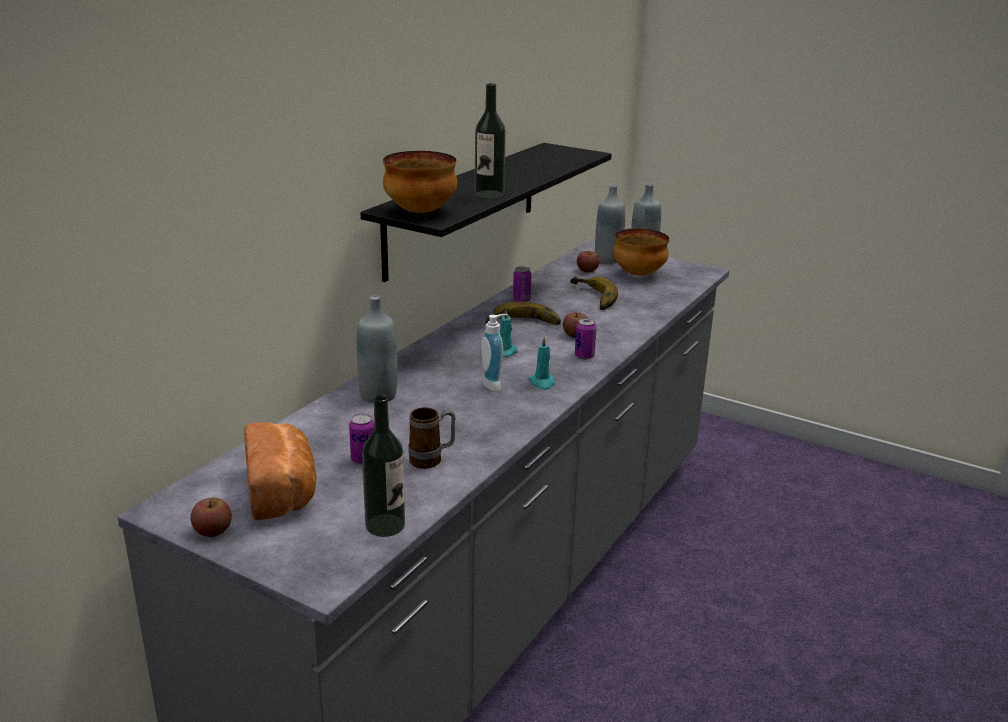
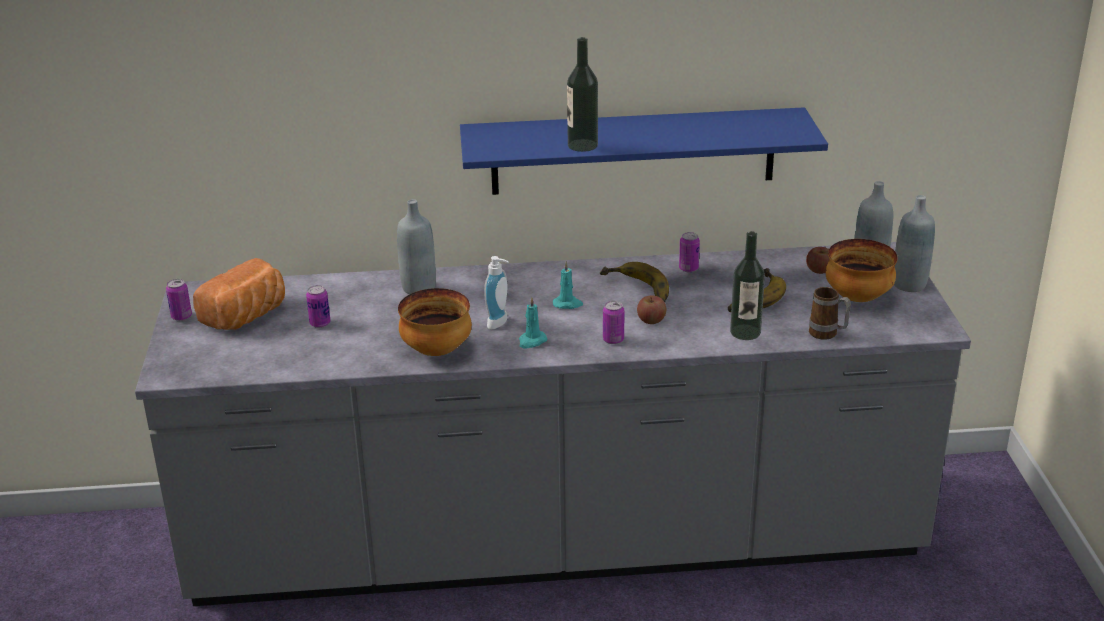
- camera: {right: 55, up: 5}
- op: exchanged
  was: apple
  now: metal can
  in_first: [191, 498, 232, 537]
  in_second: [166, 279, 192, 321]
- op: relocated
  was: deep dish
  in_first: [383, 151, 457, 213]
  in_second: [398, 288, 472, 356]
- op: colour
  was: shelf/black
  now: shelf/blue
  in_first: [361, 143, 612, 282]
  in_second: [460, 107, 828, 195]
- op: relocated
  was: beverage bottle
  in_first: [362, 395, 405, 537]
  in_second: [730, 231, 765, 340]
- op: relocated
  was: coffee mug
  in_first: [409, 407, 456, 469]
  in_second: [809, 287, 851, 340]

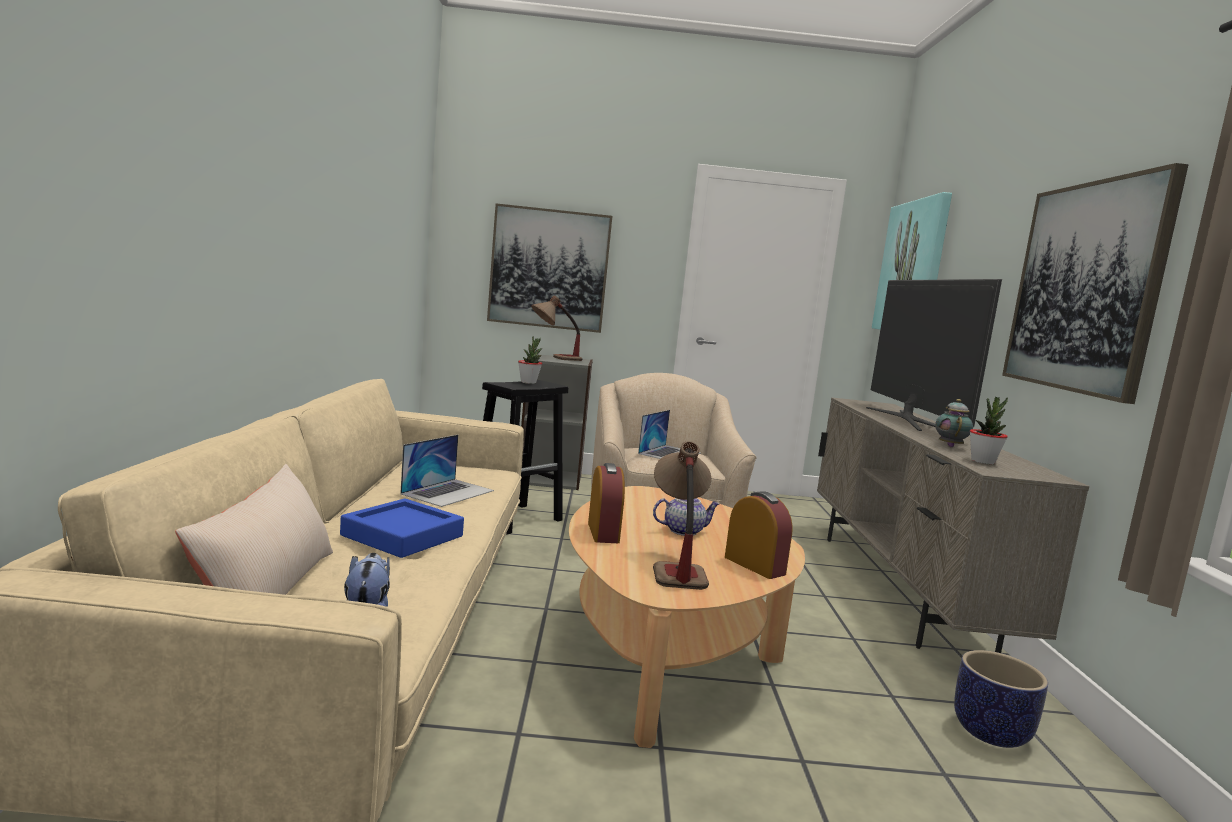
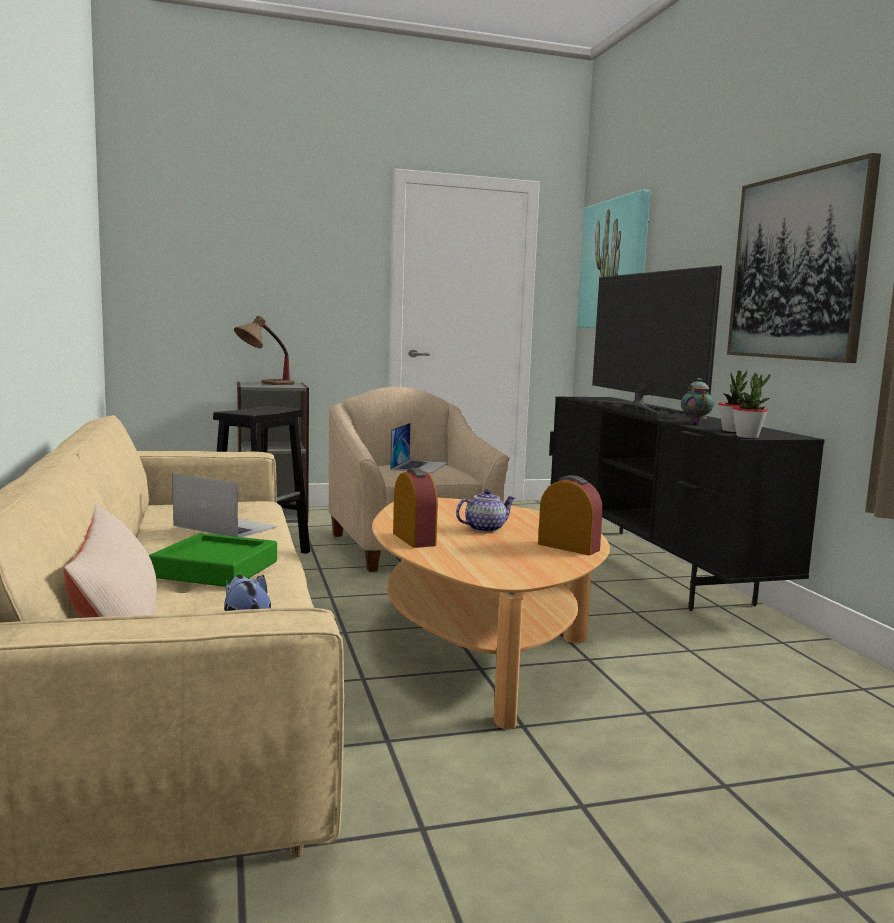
- camera: {right: -15, up: 0}
- op: colour
  was: carrying tray/blue
  now: carrying tray/green
  in_first: [340, 499, 464, 558]
  in_second: [149, 533, 277, 587]
- op: spun
  was: portable computer
  in_first: [400, 435, 494, 507]
  in_second: [172, 473, 277, 537]
  clockwise: -75
- op: colour
  was: tv unit/beige
  now: tv unit/black
  in_first: [817, 398, 1089, 653]
  in_second: [549, 397, 825, 611]
- op: relocated
  was: plant in a pot
  in_first: [518, 336, 542, 384]
  in_second: [733, 373, 771, 438]
- op: missing
  was: wall picture
  in_first: [487, 203, 612, 333]
- op: missing
  was: lamp for a table
  in_first: [653, 441, 711, 590]
- op: missing
  was: plant pot
  in_first: [954, 650, 1048, 748]

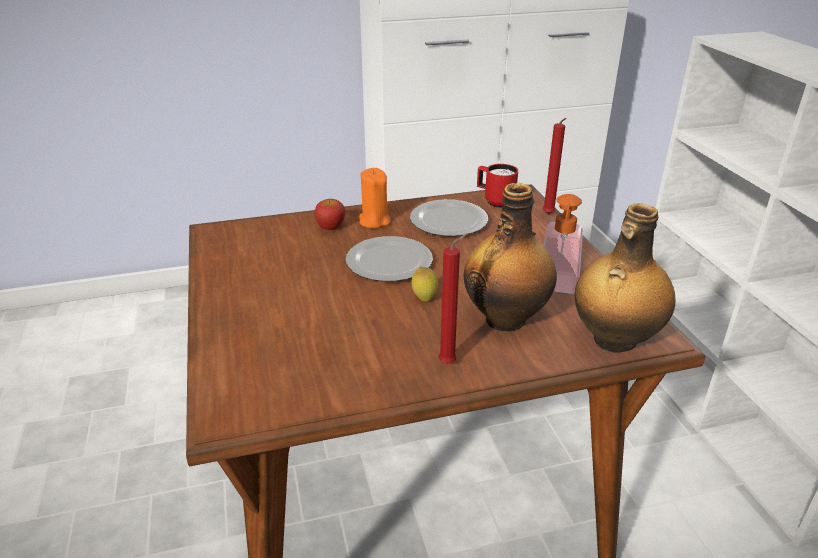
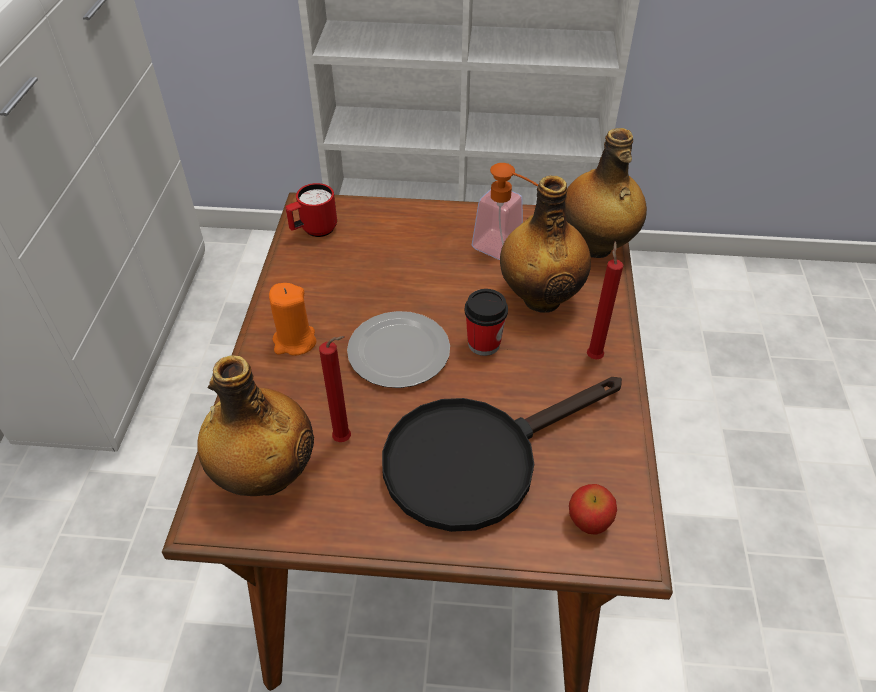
- camera: {right: -70, up: 15}
- op: appeared
  now: beverage bottle
  in_second: [197, 355, 314, 496]
- op: relocated
  was: wax light/red
  in_first: [543, 118, 567, 215]
  in_second: [319, 336, 351, 442]
- op: appeared
  now: skillet/black
  in_second: [382, 377, 622, 532]
- op: exchanged
  was: citrus fruit
  now: cup
  in_first: [412, 267, 438, 302]
  in_second: [464, 289, 508, 356]
- op: relocated
  was: apple
  in_first: [314, 199, 345, 230]
  in_second: [569, 484, 617, 535]
- op: missing
  was: flat dish
  in_first: [410, 199, 488, 236]

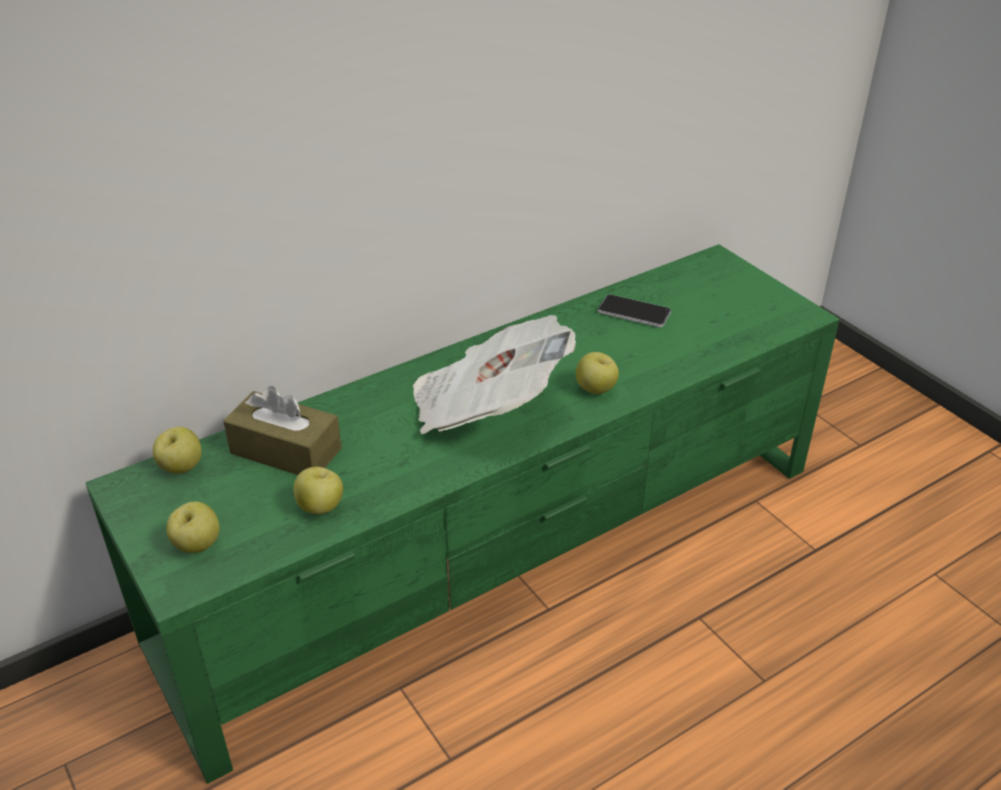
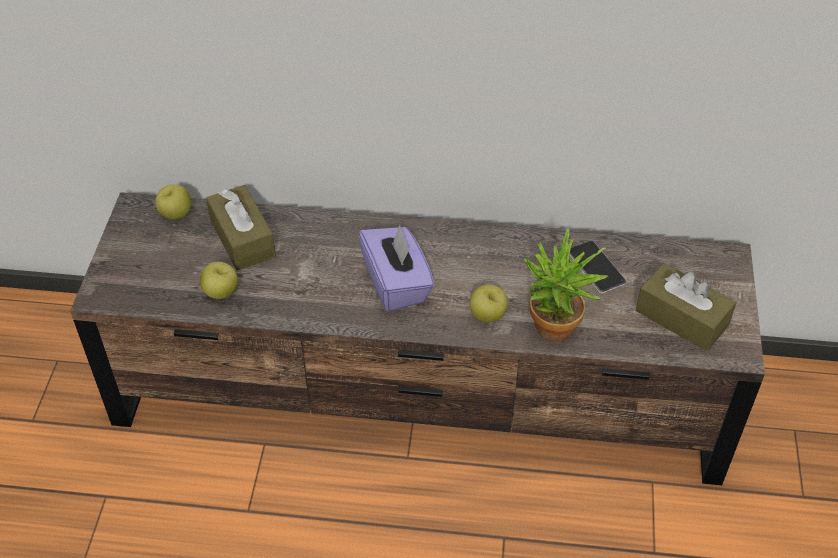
- camera: {right: 40, up: 10}
- op: colour
  was: tv unit/green
  now: tv unit/brownish
  in_first: [85, 244, 840, 784]
  in_second: [70, 192, 765, 485]
- op: exchanged
  was: newspaper
  now: tissue holder/purplish
  in_first: [413, 315, 576, 434]
  in_second: [358, 225, 434, 312]
- op: appeared
  now: plant in a pot
  in_second: [524, 228, 608, 342]
- op: appeared
  now: tissue holder/brownish
  in_second: [636, 263, 736, 351]
- op: missing
  was: apple
  in_first: [166, 502, 220, 553]

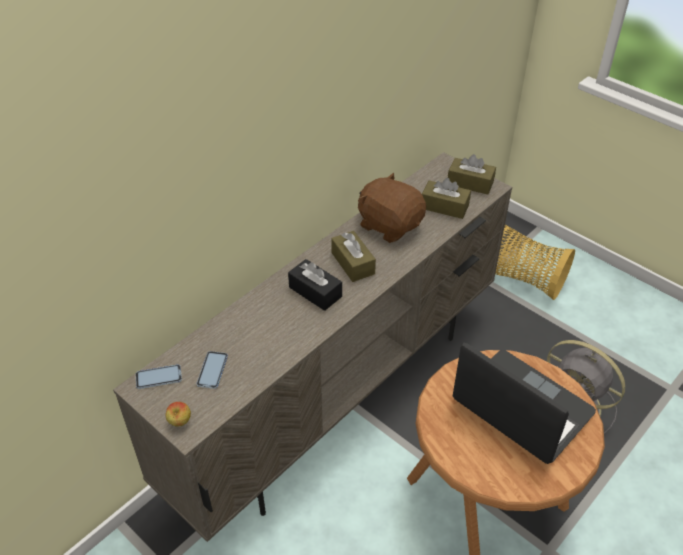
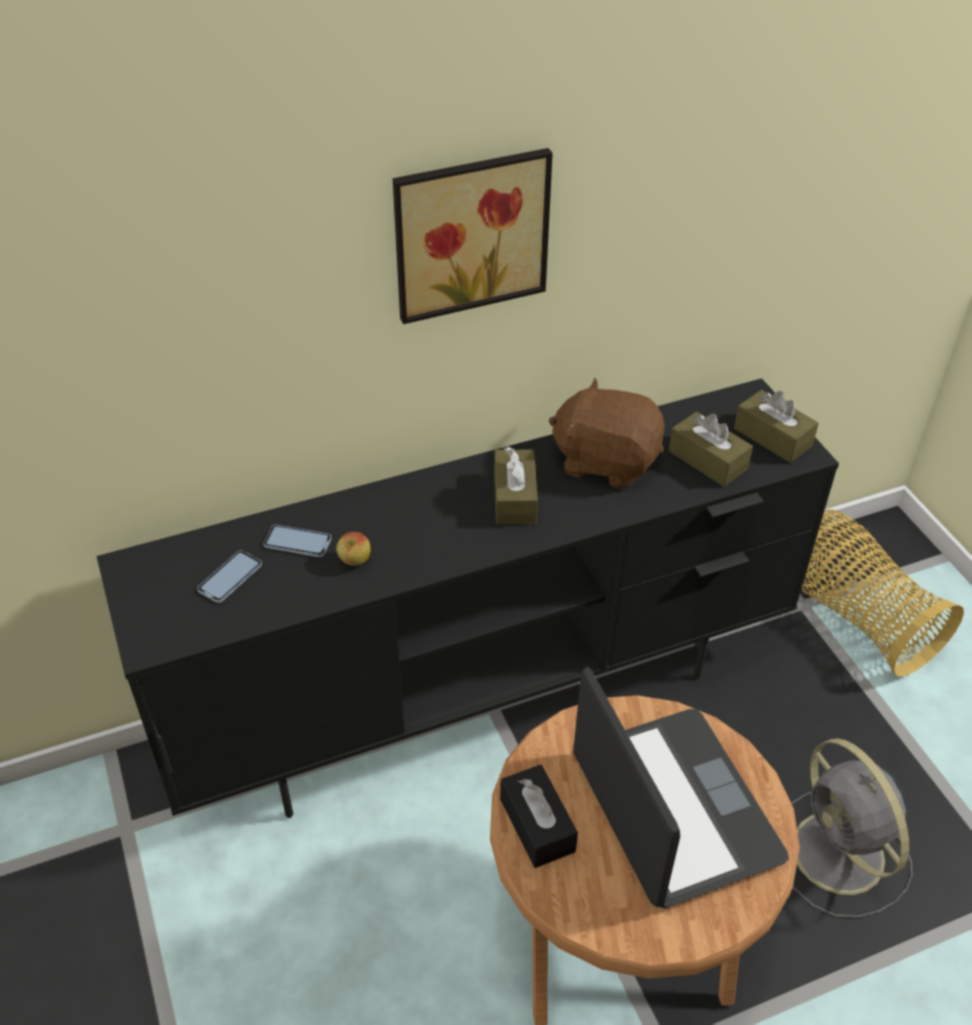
- camera: {right: 25, up: 0}
- op: colour
  was: tv unit/beige
  now: tv unit/black
  in_first: [113, 152, 512, 542]
  in_second: [97, 378, 839, 818]
- op: relocated
  was: phone
  in_first: [136, 364, 182, 389]
  in_second: [263, 525, 332, 557]
- op: relocated
  was: apple
  in_first: [166, 402, 191, 427]
  in_second: [336, 532, 371, 566]
- op: appeared
  now: wall picture
  in_second: [393, 148, 553, 324]
- op: relocated
  was: tissue holder/black
  in_first: [288, 259, 342, 311]
  in_second: [500, 765, 578, 868]
- op: spun
  was: soft toy/brownish
  in_first: [358, 172, 426, 243]
  in_second: [549, 378, 665, 489]
  clockwise: -45

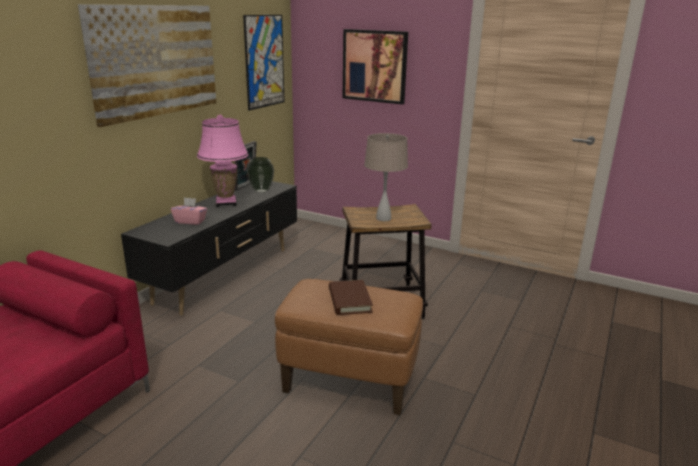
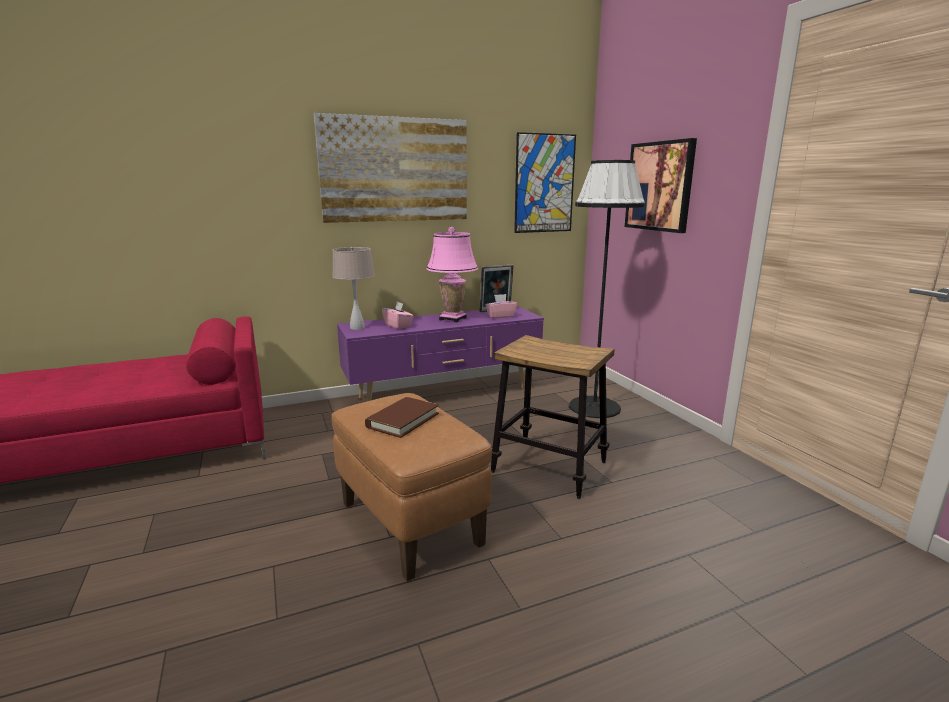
- camera: {right: 40, up: -5}
- op: relocated
  was: lamp for a table/beige
  in_first: [364, 133, 408, 221]
  in_second: [332, 247, 375, 330]
- op: colour
  was: tv unit/black
  now: tv unit/purplish
  in_first: [121, 181, 297, 316]
  in_second: [337, 306, 544, 402]
- op: exchanged
  was: decorative vase
  now: tissue holder/pink
  in_first: [247, 157, 274, 193]
  in_second: [485, 294, 517, 319]
- op: appeared
  now: floor lamp/black
  in_second: [568, 160, 645, 418]

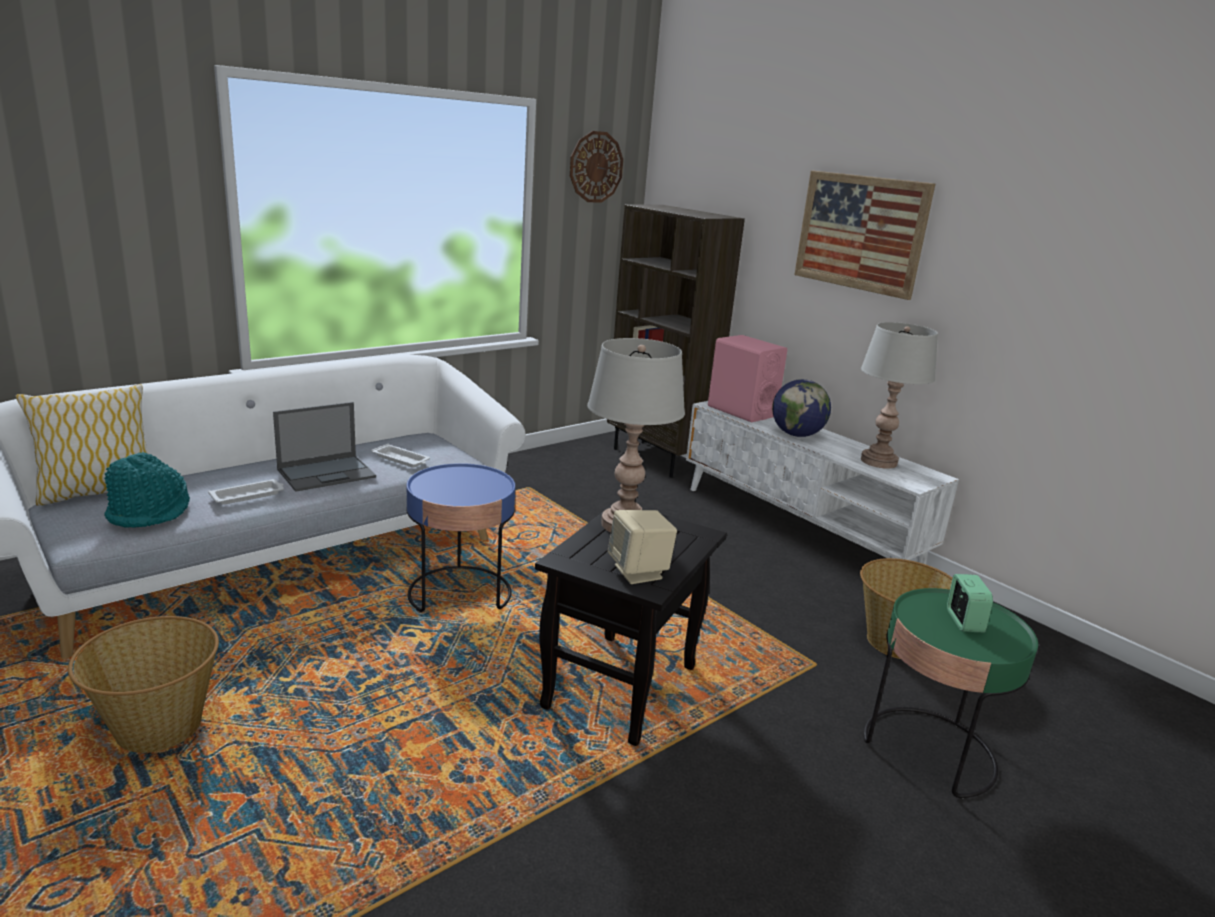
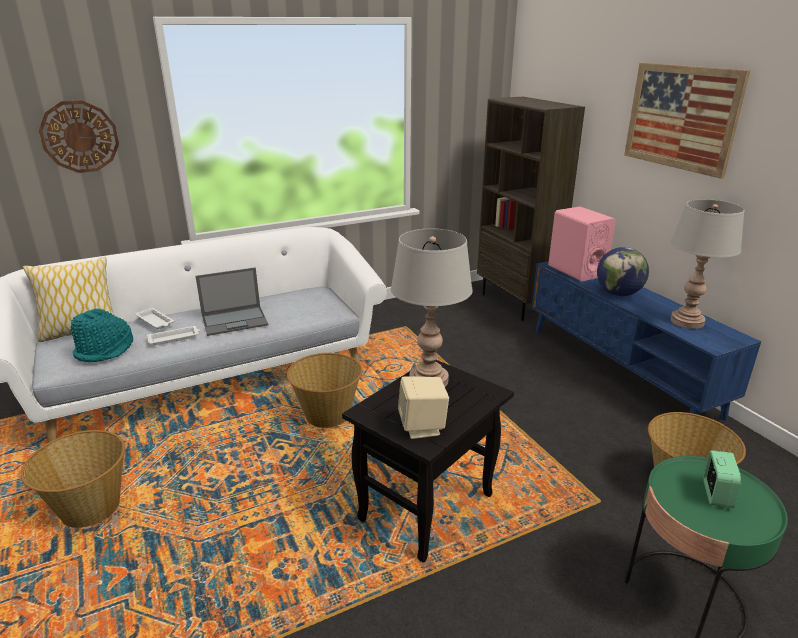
- camera: {right: 15, up: 5}
- op: relocated
  was: wall clock
  in_first: [570, 131, 623, 202]
  in_second: [39, 100, 119, 173]
- op: relocated
  was: carrying tray/white-coloured
  in_first: [371, 444, 430, 468]
  in_second: [135, 307, 174, 329]
- op: exchanged
  was: side table/blue
  now: household basket
  in_first: [406, 463, 515, 612]
  in_second: [287, 353, 362, 428]
- op: colour
  was: tv unit/white-coloured
  now: tv unit/blue
  in_first: [686, 401, 959, 564]
  in_second: [532, 261, 761, 421]

